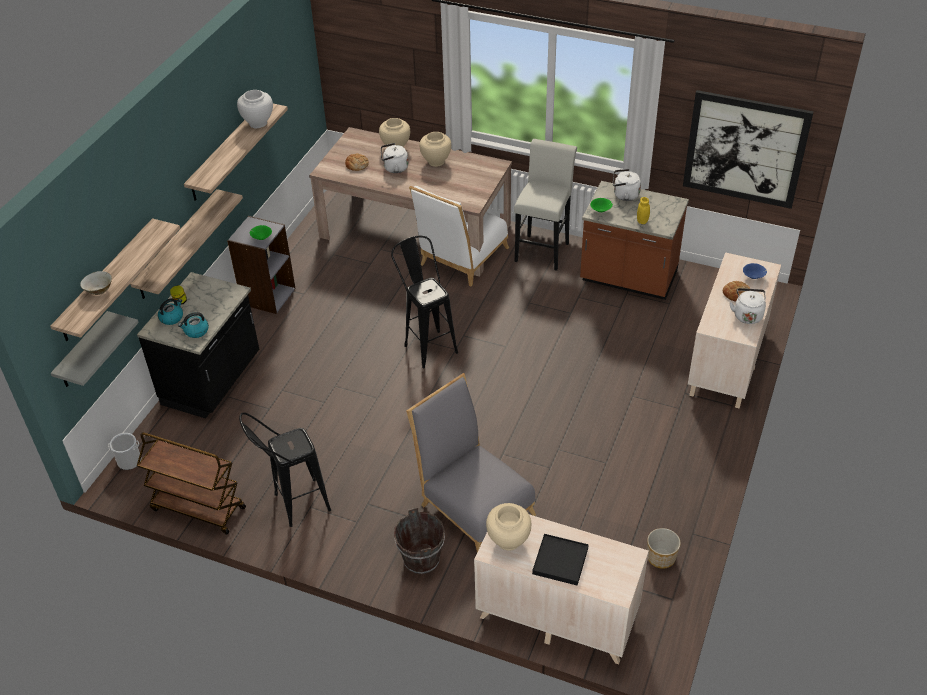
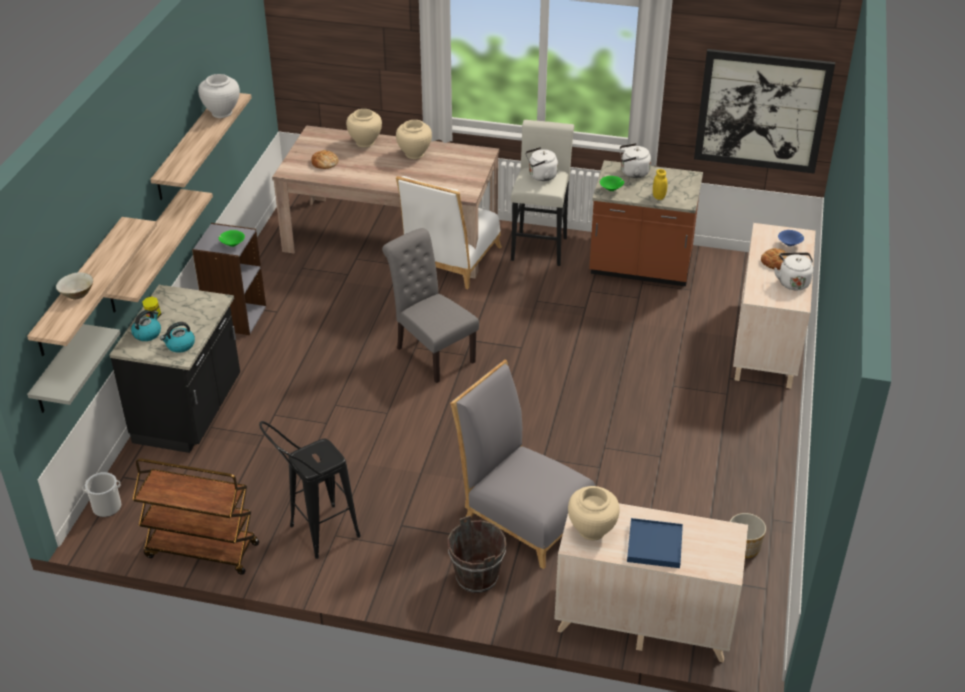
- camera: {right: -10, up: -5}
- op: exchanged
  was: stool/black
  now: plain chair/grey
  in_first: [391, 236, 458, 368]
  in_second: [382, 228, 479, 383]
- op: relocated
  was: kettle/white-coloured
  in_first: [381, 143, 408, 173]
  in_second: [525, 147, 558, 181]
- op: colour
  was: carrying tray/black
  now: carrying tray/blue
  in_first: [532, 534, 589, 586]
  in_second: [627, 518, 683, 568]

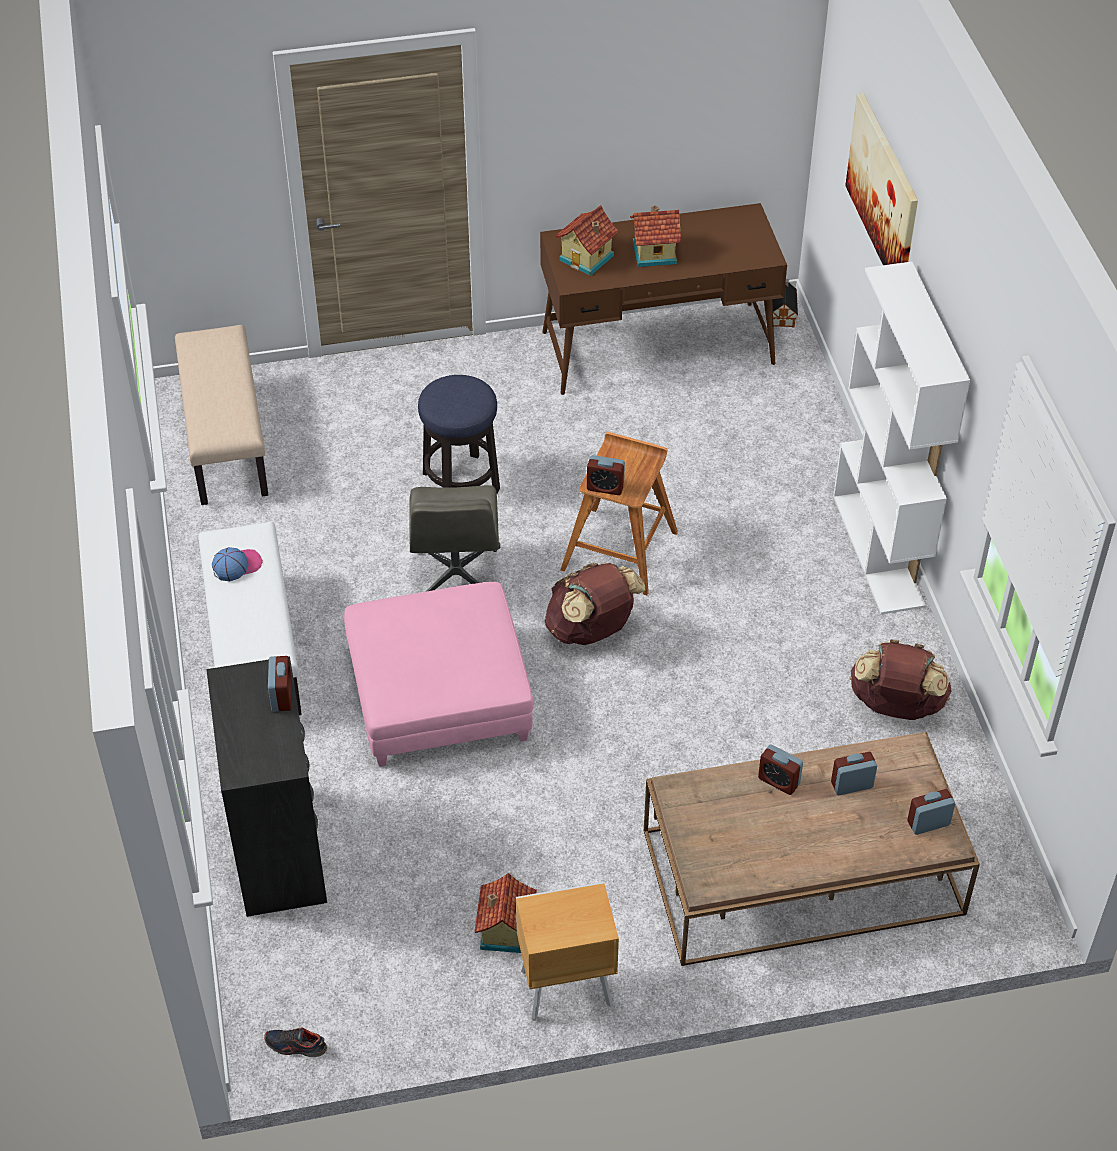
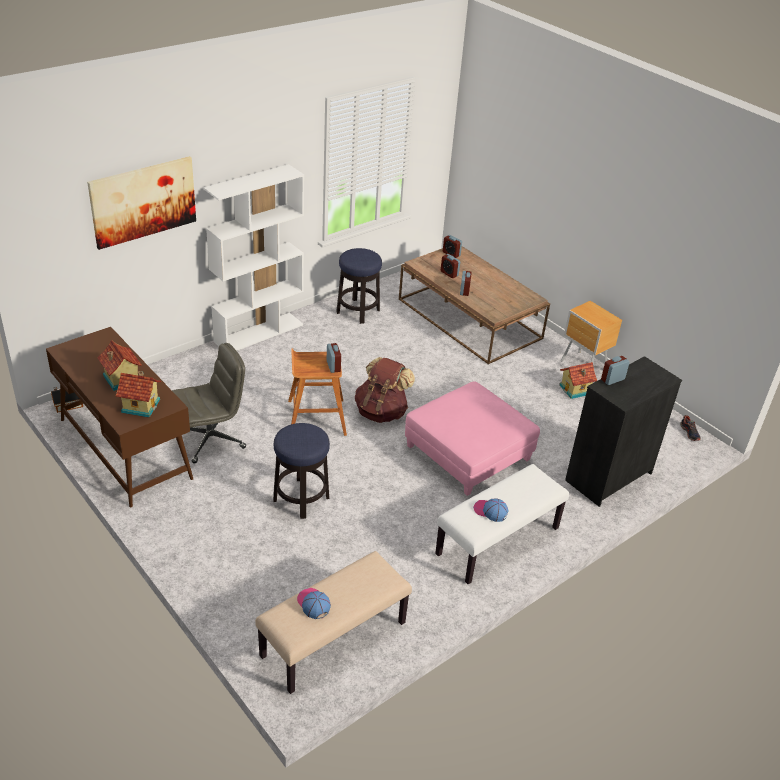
- camera: {right: -120, up: -10}
- op: relocated
  was: office chair/grey
  in_first: [409, 485, 500, 592]
  in_second: [172, 343, 246, 463]
- op: appeared
  now: cap
  in_second: [297, 588, 331, 619]
- op: exchanged
  was: rucksack/brownish
  now: stool
  in_first: [850, 639, 952, 720]
  in_second: [336, 248, 382, 324]

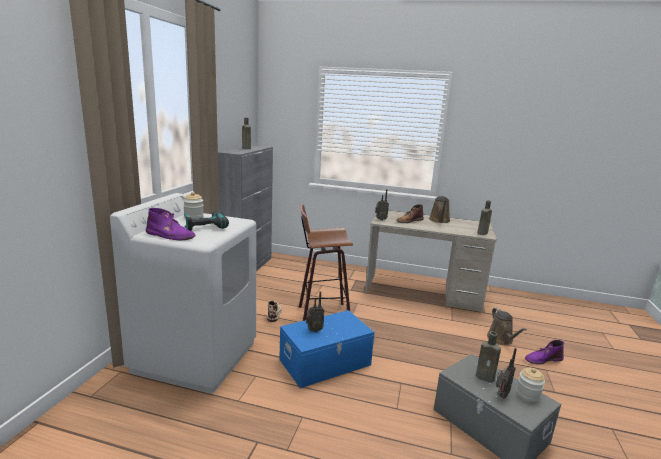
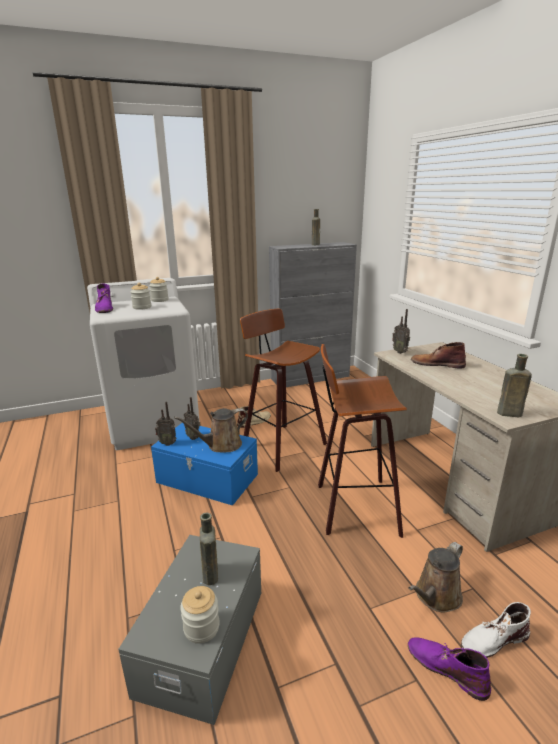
- camera: {right: 55, up: 5}
- op: exchanged
  was: power drill
  now: jar
  in_first: [184, 211, 229, 231]
  in_second: [130, 283, 151, 310]
- op: relocated
  was: radio set
  in_first: [496, 348, 517, 398]
  in_second: [155, 401, 176, 446]
- op: relocated
  was: watering can/brownish
  in_first: [429, 196, 450, 223]
  in_second: [174, 408, 248, 452]
- op: appeared
  now: stool
  in_second: [318, 344, 407, 538]
- op: appeared
  now: high-top boot/white-coloured
  in_second: [461, 602, 531, 658]

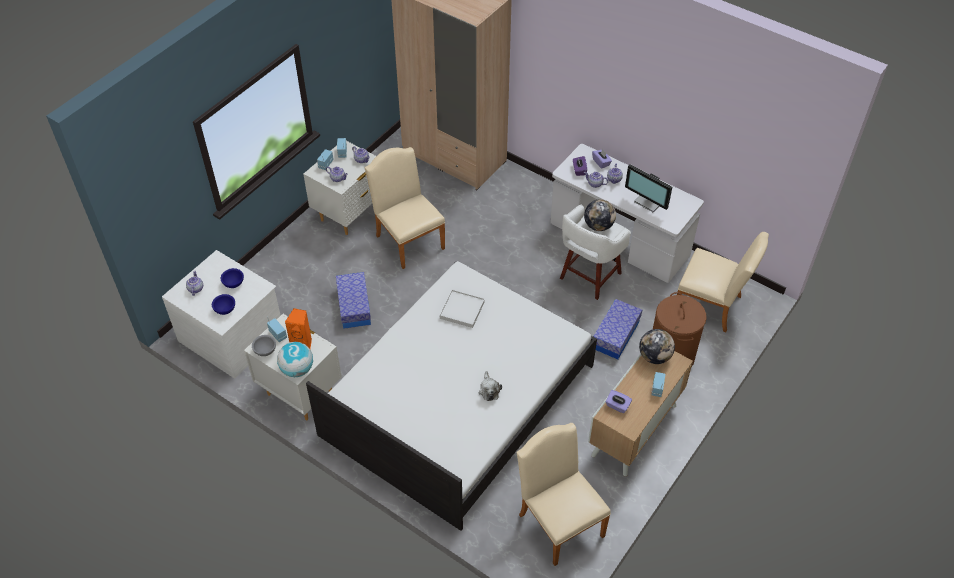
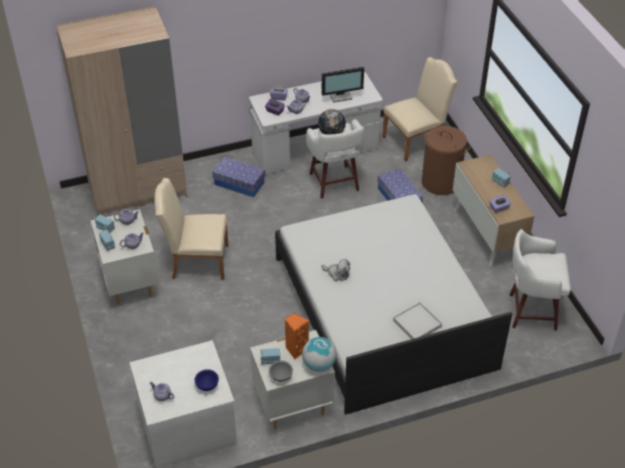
- camera: {right: -55, up: -5}
- op: relocated
  was: storage bin
  in_first: [336, 272, 371, 329]
  in_second: [212, 157, 265, 197]
- op: relocated
  was: soft toy
  in_first: [479, 371, 502, 401]
  in_second: [321, 259, 350, 281]
- op: relocated
  was: carrying tray/white-coloured
  in_first: [440, 290, 485, 328]
  in_second: [393, 302, 442, 339]
- op: exchanged
  was: plain chair/beige
  now: stool/white-coloured
  in_first: [516, 423, 611, 566]
  in_second: [510, 229, 571, 330]
- op: missing
  was: deep dish/blue
  in_first: [221, 268, 244, 288]
- op: missing
  was: world globe
  in_first: [639, 329, 675, 364]

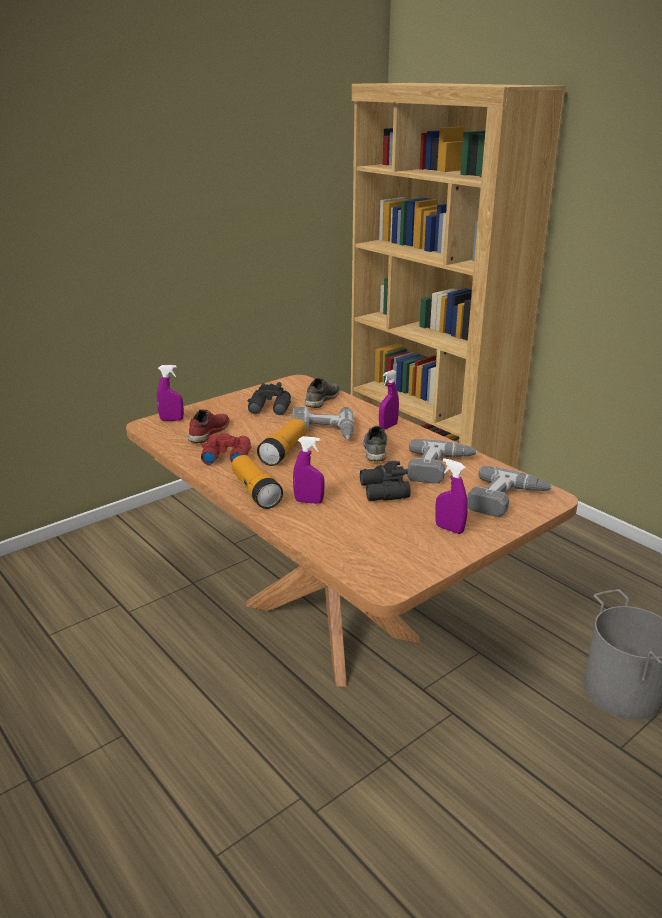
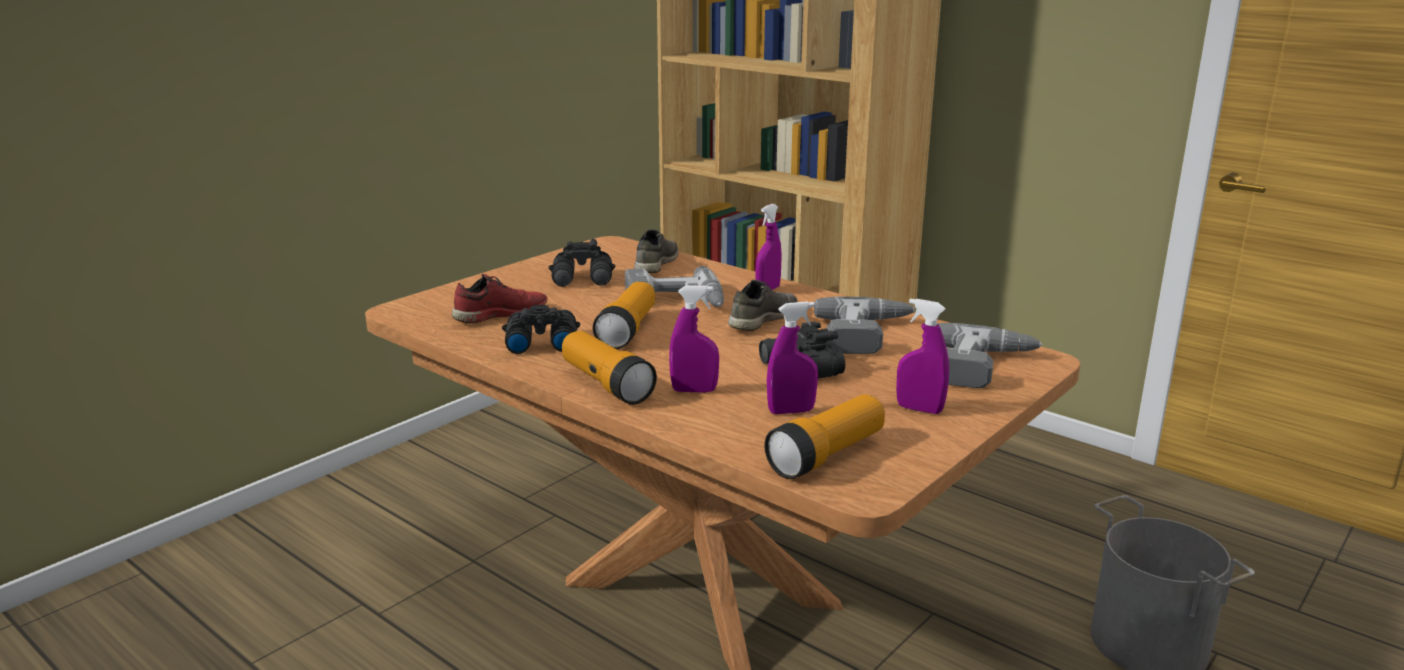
- camera: {right: -10, up: -5}
- op: spun
  was: item of footwear/red
  in_first: [188, 409, 229, 443]
  in_second: [452, 274, 547, 323]
  clockwise: 45
- op: colour
  was: binoculars/red
  now: binoculars/black
  in_first: [201, 433, 252, 465]
  in_second: [502, 305, 580, 354]
- op: spun
  was: item of footwear/grey
  in_first: [363, 426, 387, 461]
  in_second: [728, 280, 798, 331]
  clockwise: 45
- op: appeared
  now: torch
  in_second: [764, 394, 885, 479]
- op: relocated
  was: sprayer/purplish
  in_first: [157, 365, 184, 421]
  in_second: [767, 301, 818, 414]

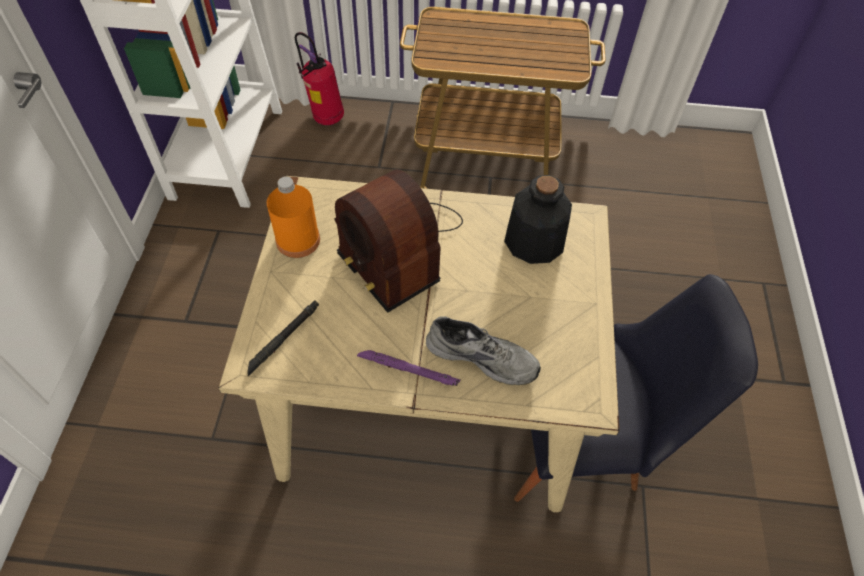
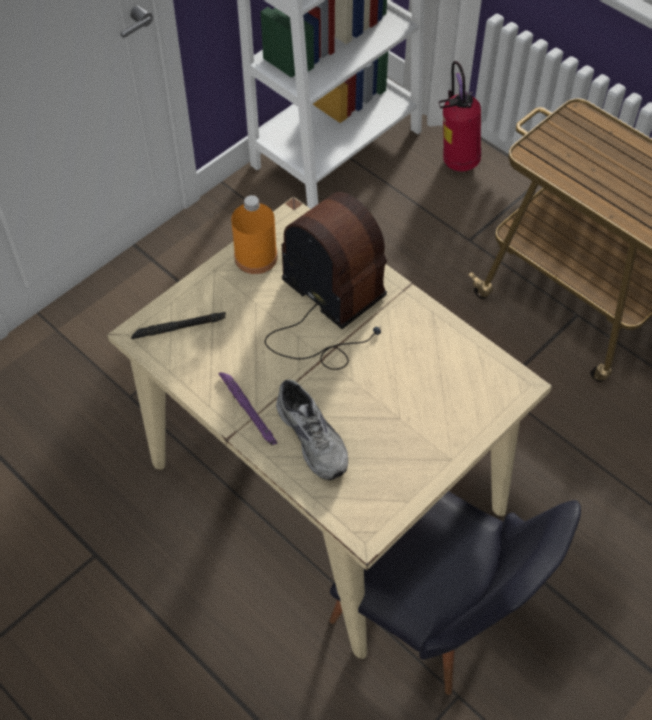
- camera: {right: 40, up: 0}
- op: spun
  was: radio set
  in_first: [334, 169, 463, 313]
  in_second: [265, 192, 387, 370]
  clockwise: 135
- op: missing
  was: beverage bottle
  in_first: [504, 175, 572, 264]

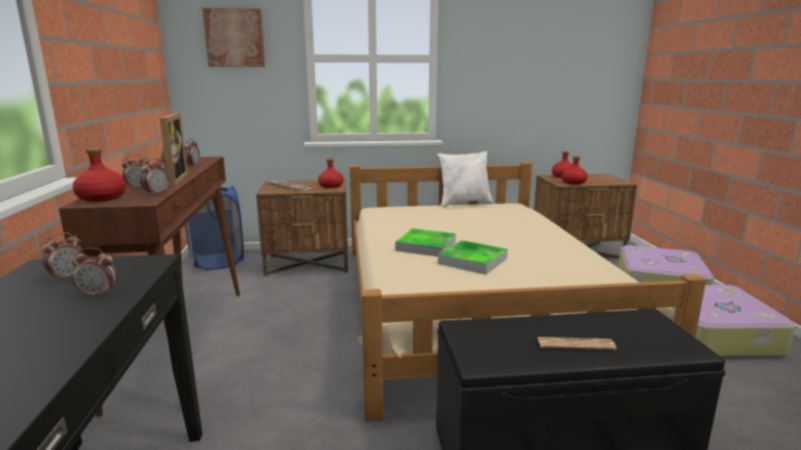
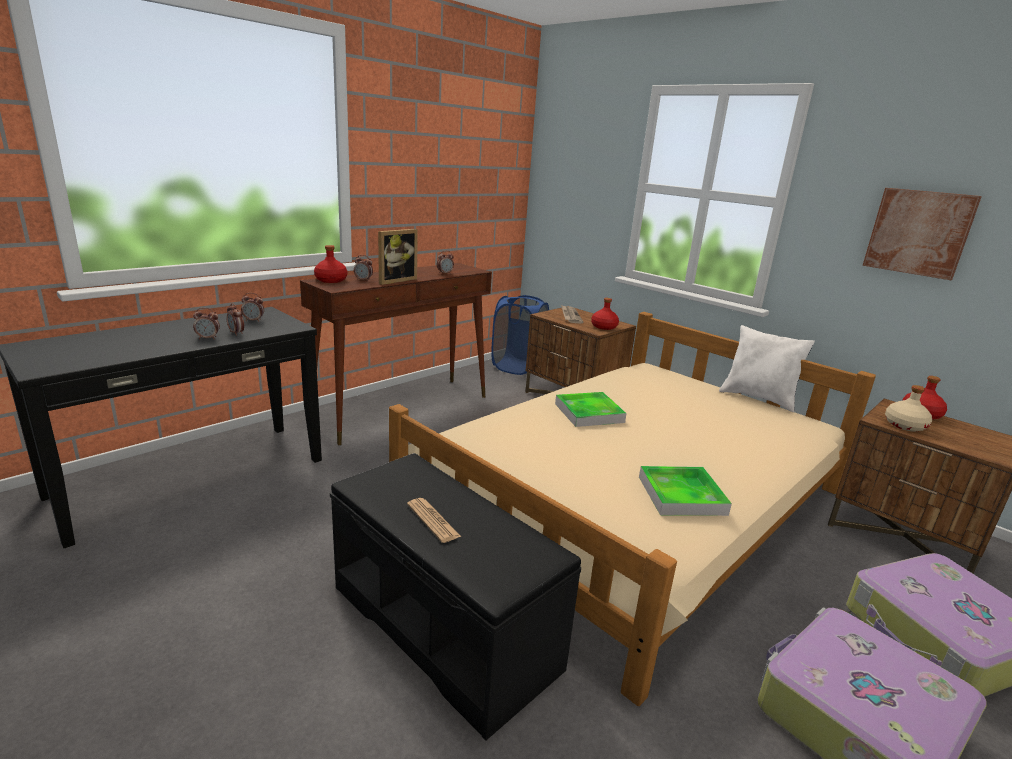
- camera: {right: 50, up: 5}
- op: relocated
  was: table clock
  in_first: [140, 158, 169, 196]
  in_second: [193, 308, 220, 340]
- op: relocated
  was: carrying tray
  in_first: [438, 240, 508, 275]
  in_second: [639, 466, 732, 516]
- op: relocated
  was: wall picture
  in_first: [202, 8, 265, 67]
  in_second: [862, 188, 982, 280]
- op: colour
  was: beverage bottle/red
  now: beverage bottle/beige
  in_first: [562, 156, 588, 185]
  in_second: [885, 385, 932, 432]

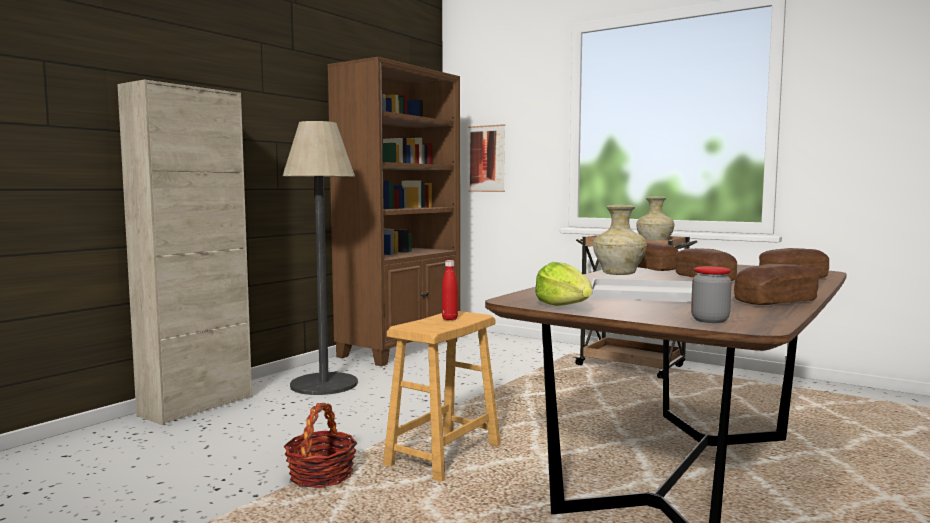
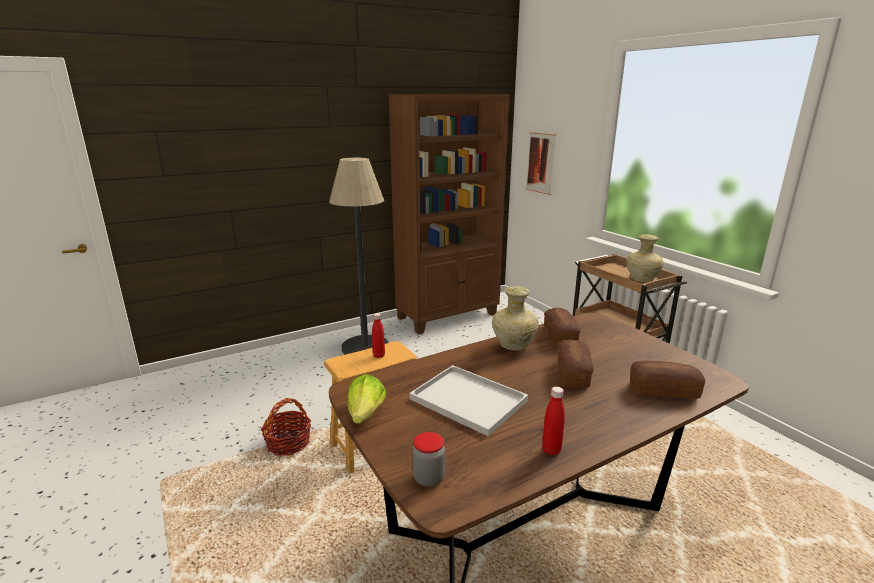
- camera: {right: 25, up: 15}
- op: exchanged
  was: bread
  now: beverage bottle/red
  in_first: [734, 264, 820, 305]
  in_second: [542, 387, 565, 456]
- op: missing
  was: storage cabinet/beige
  in_first: [117, 79, 252, 425]

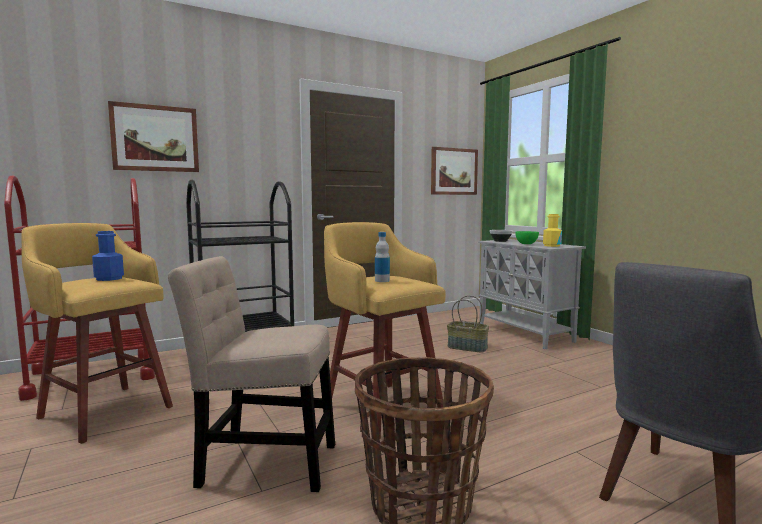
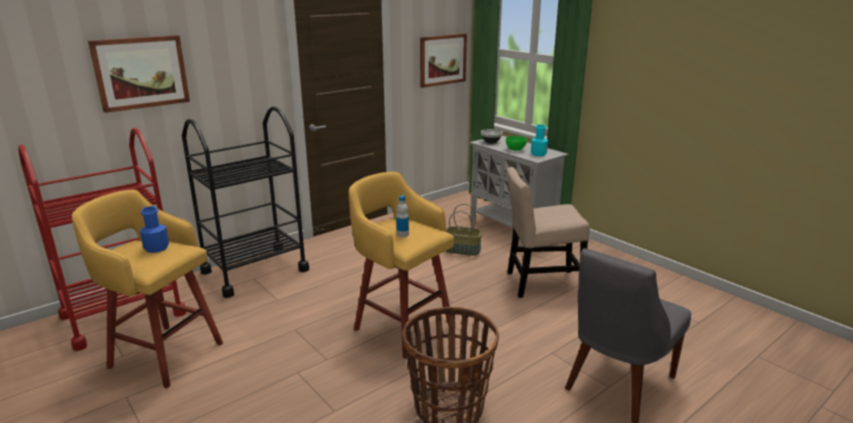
- camera: {right: -10, up: 15}
- op: relocated
  was: plain chair/beige
  in_first: [168, 256, 335, 492]
  in_second: [507, 167, 590, 298]
- op: colour
  was: beverage bottle/yellow-coloured
  now: beverage bottle/turquoise-coloured
  in_first: [543, 214, 562, 247]
  in_second: [531, 124, 548, 156]

